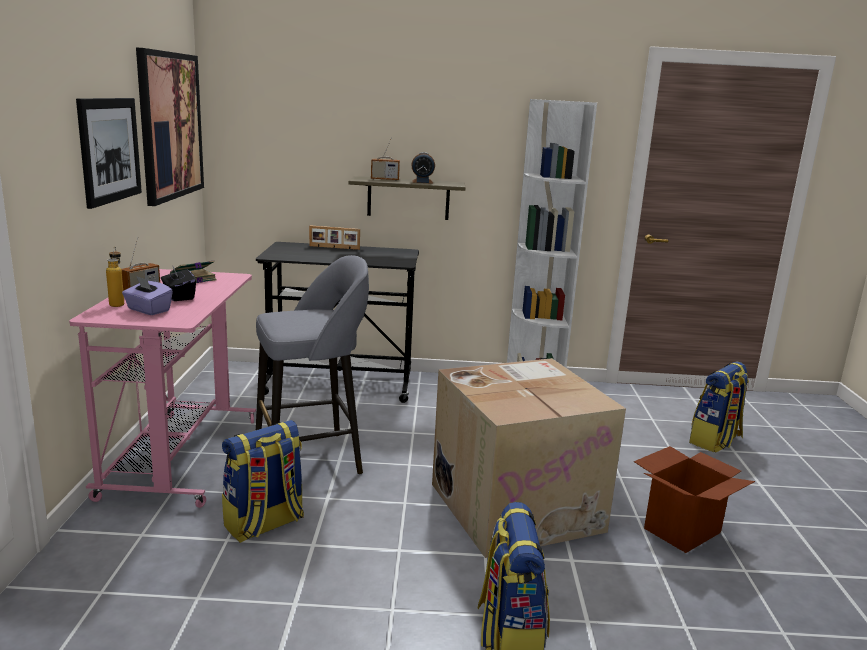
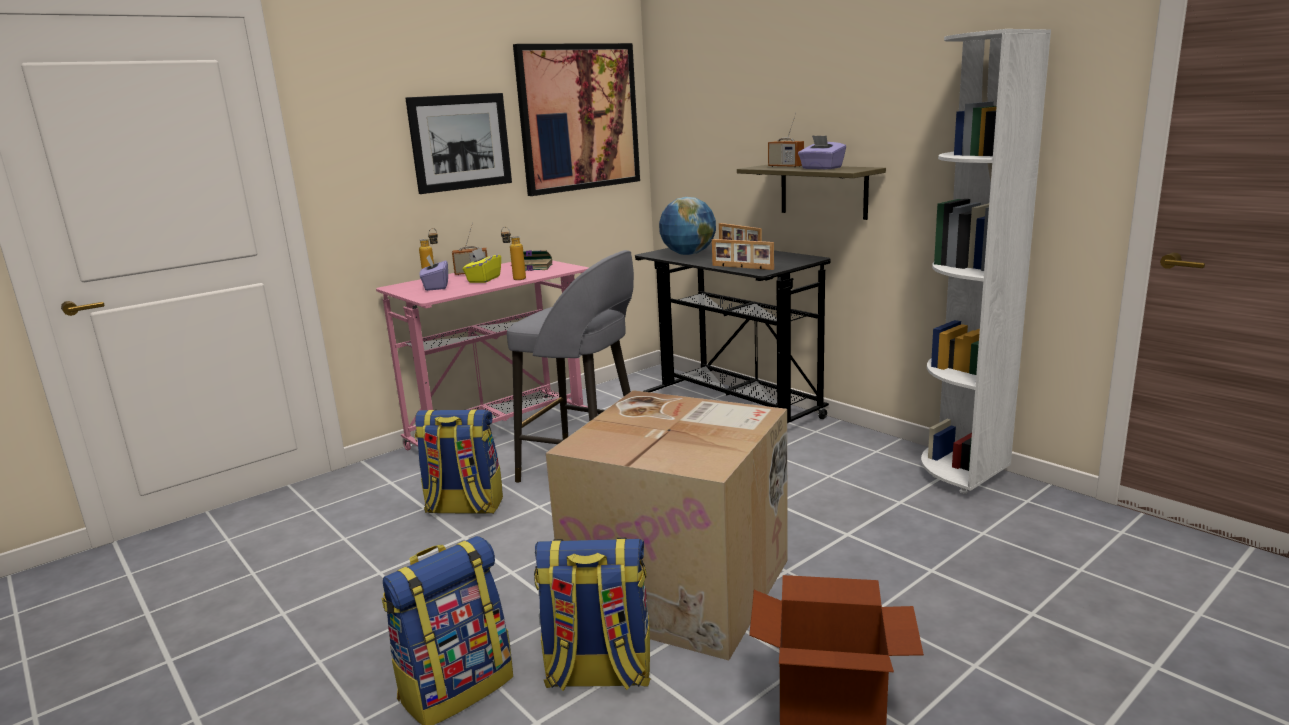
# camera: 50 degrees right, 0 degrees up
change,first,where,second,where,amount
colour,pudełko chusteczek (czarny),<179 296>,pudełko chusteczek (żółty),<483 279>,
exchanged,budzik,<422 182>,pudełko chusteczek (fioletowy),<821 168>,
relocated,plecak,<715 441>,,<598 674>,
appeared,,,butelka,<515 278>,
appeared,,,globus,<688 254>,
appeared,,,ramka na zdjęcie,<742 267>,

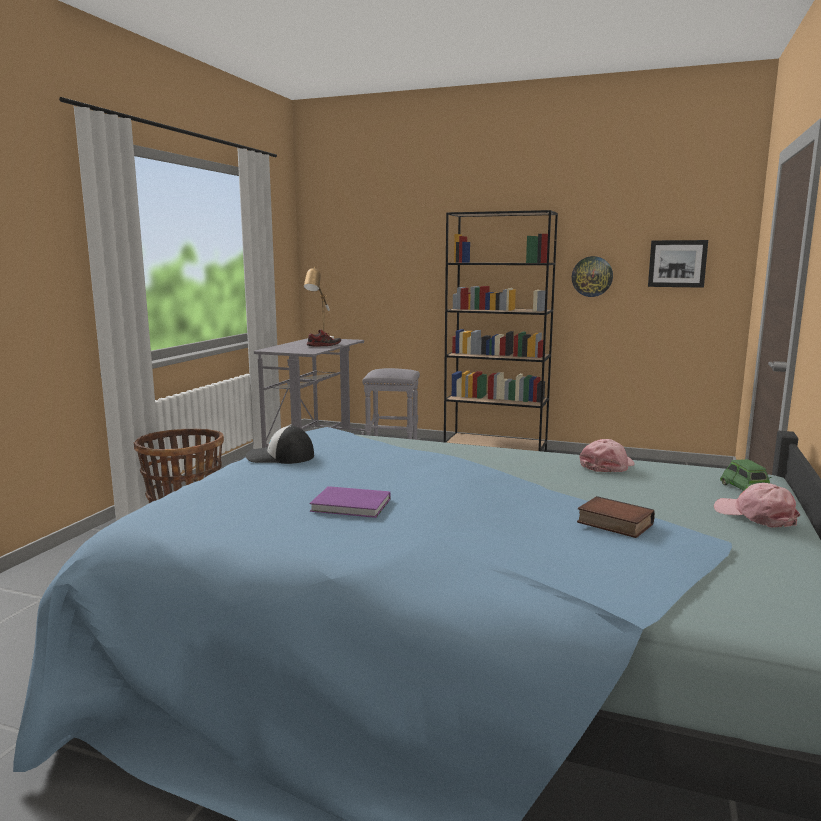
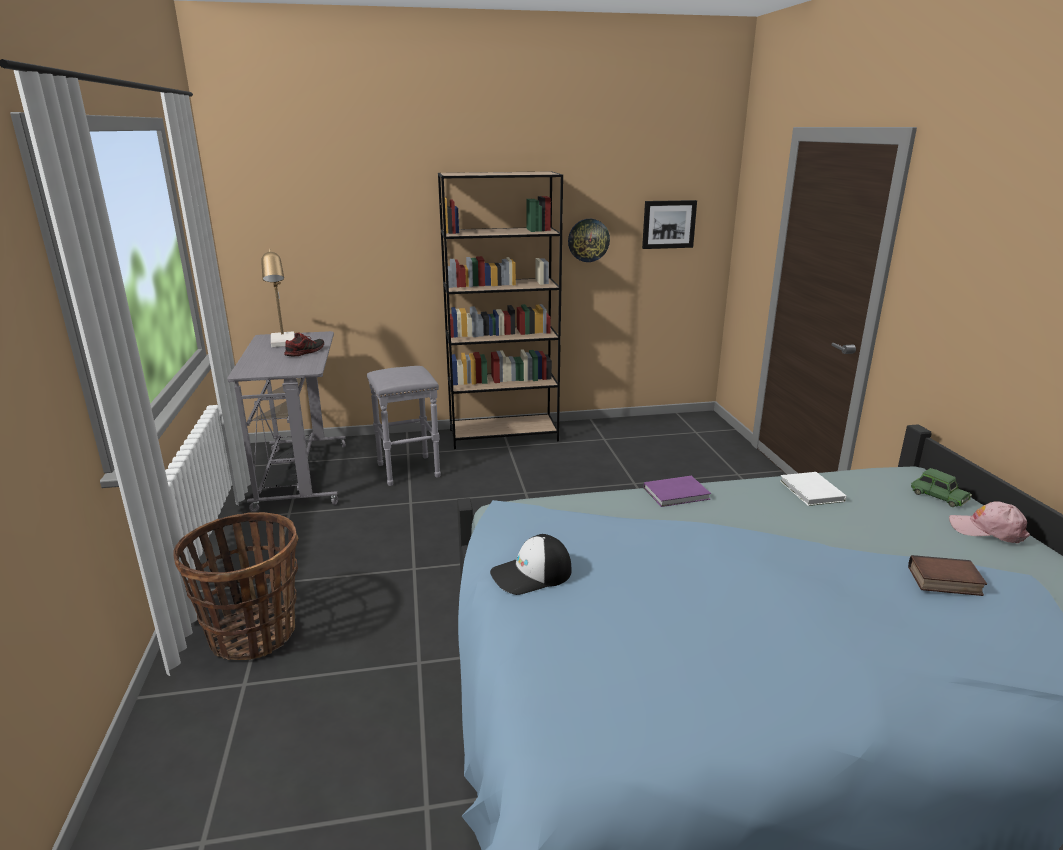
# camera: 30 degrees left, 10 degrees up
change,first,where,second,where,amount
relocated,książka (fioletowy),<352 506>,,<678 494>,
exchanged,czapka z daszkiem (różowy),<607 465>,książka (biały),<811 492>,

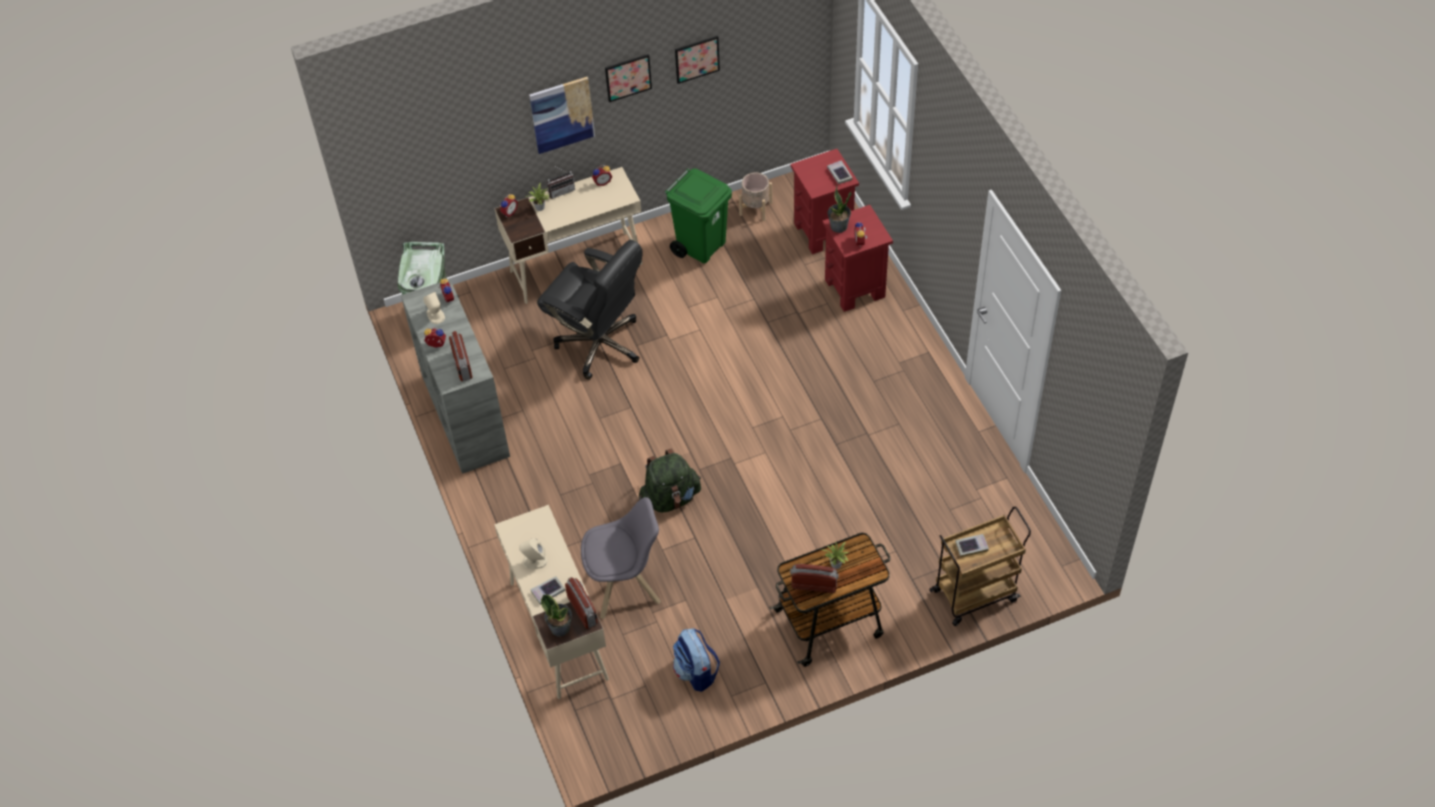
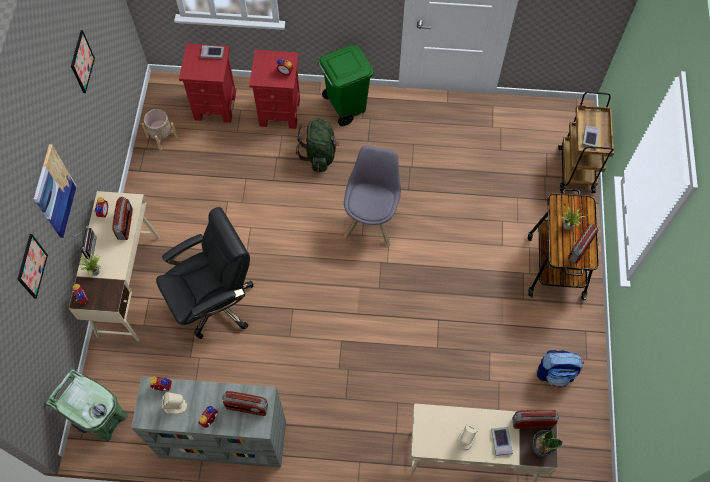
# camera: 65 degrees left, 10 degrees up
change,first,where,second,where,amount
relocated,krzesło (szary),<625 587>,,<371 220>,
relocated,obraz,<628 77>,,<31 266>,
relocated,plecak (zielony),<670 498>,,<320 154>,
relocated,kosz na śmieci (zielony),<701 246>,,<345 106>,
missing,roślina doniczkowa,<838 226>,,,
appeared,,,radio,<126 224>,

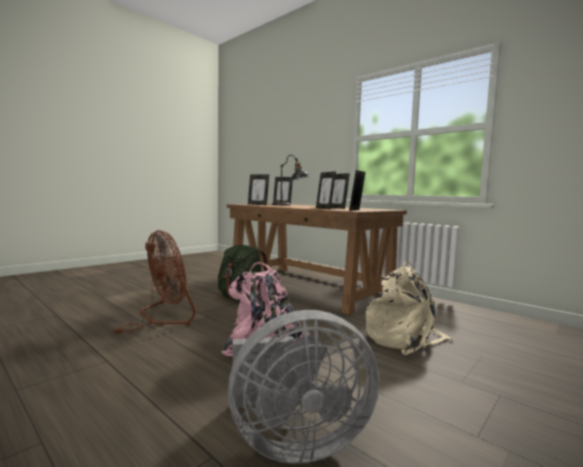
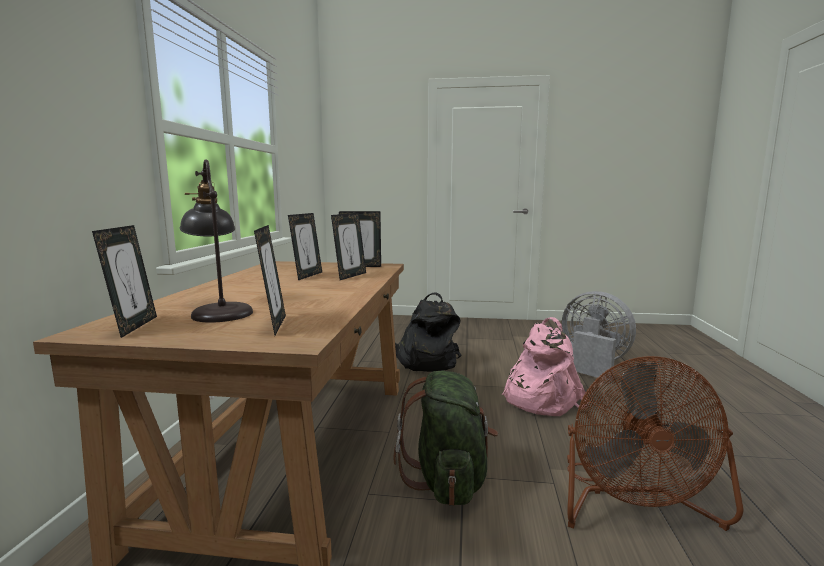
# camera: 125 degrees left, 5 degrees up
change,first,where,second,where,amount
spun,wentylator (brązowy),<159 317>,,<627 505>,105 degrees counterclockwise
colour,plecak (beżowy),<404 339>,plecak (czarny),<426 362>,

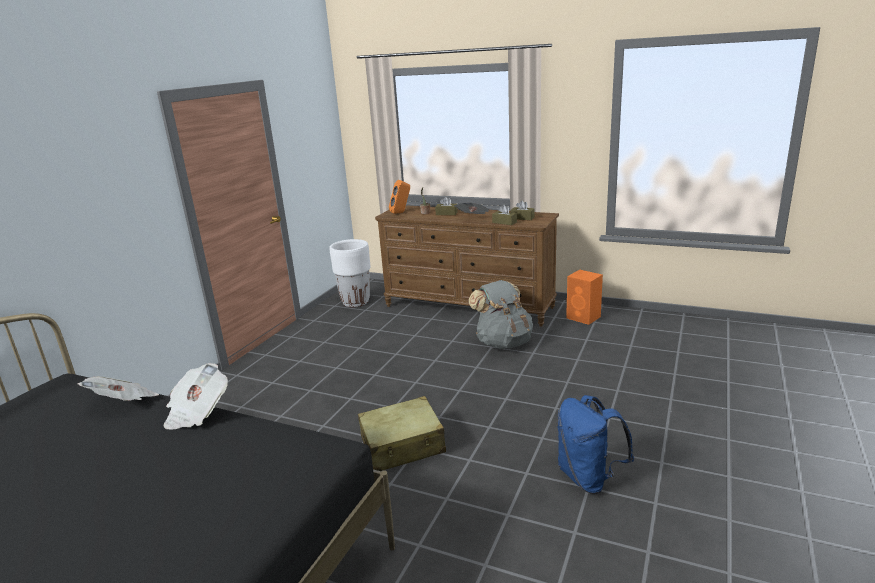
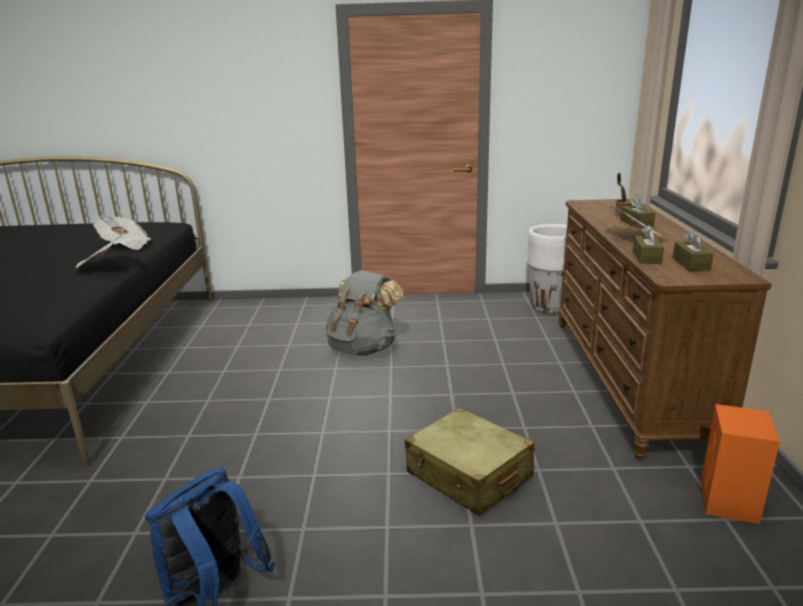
# camera: 65 degrees right, 0 degrees up
change,first,where,second,where,amount
relocated,walizka (beżowy),<403 445>,,<469 475>,
missing,głośnik (pomarańczowy),<401 212>,,,
relocated,plecak (szary),<503 342>,,<363 348>,

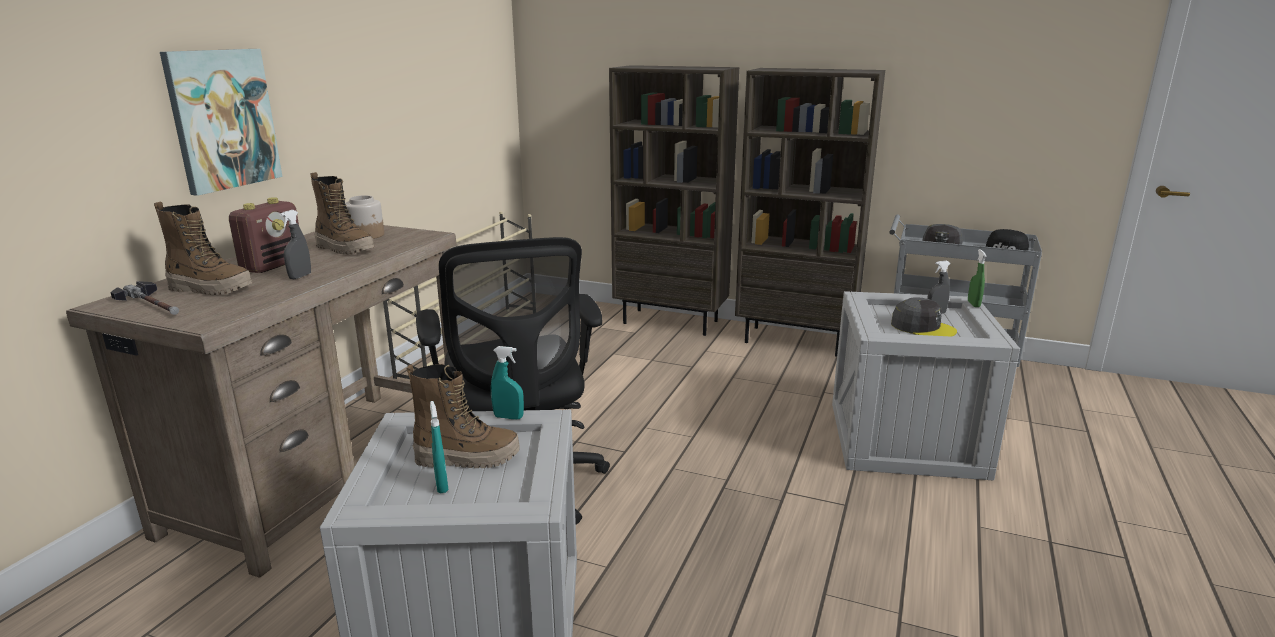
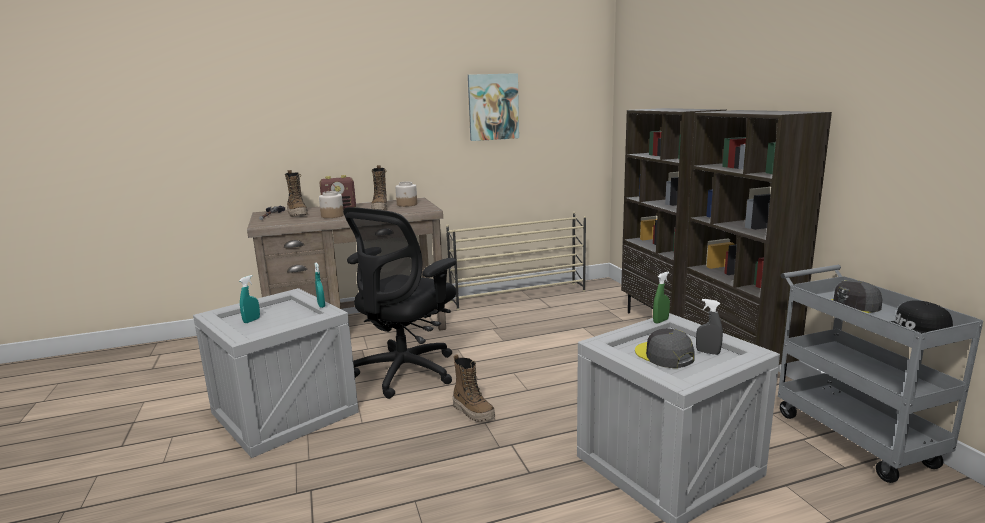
# camera: 50 degrees right, 5 degrees down
change,first,where,second,where,amount
relocated,obraz,<223 119>,,<493 107>,
exchanged,spryskiwacz (szary),<300 276>,słoik,<332 216>,
relocated,but z cholewką,<467 458>,,<473 412>,
spun,czapka z daszkiem (szary),<922 327>,,<664 355>,150 degrees clockwise
relocated,spryskiwacz (zielony),<973 304>,,<660 321>,

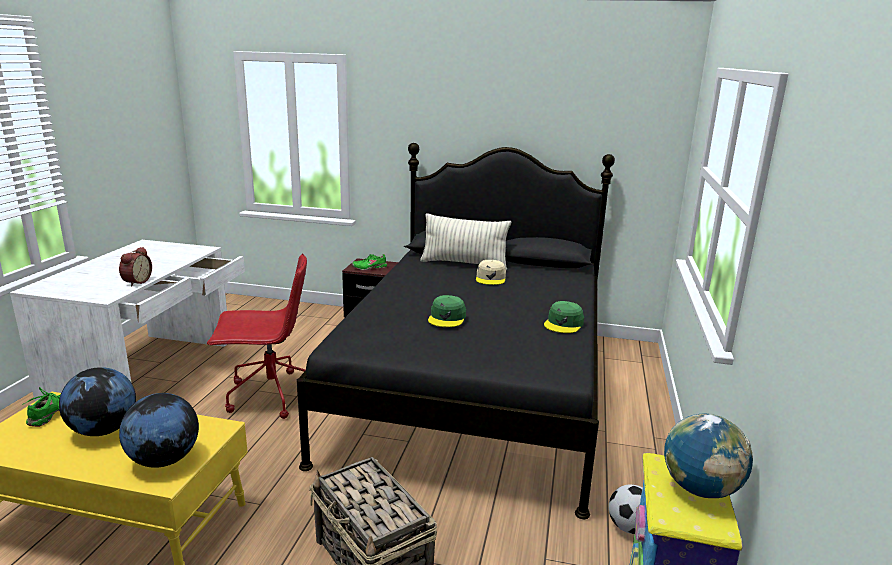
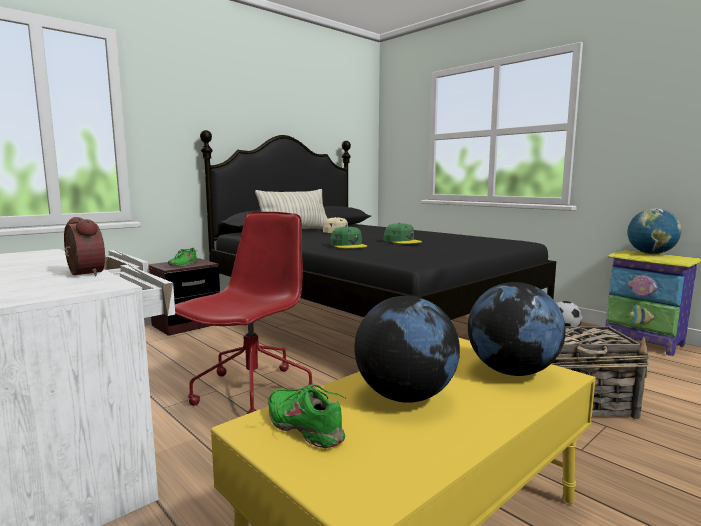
# camera: 55 degrees left, 10 degrees down
change,first,where,second,where,amount
relocated,czapka z daszkiem (zielony),<564 324>,,<348 245>,

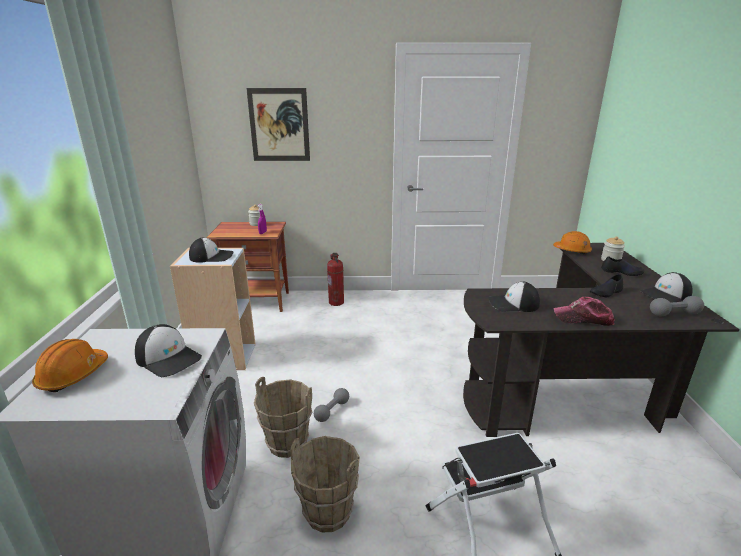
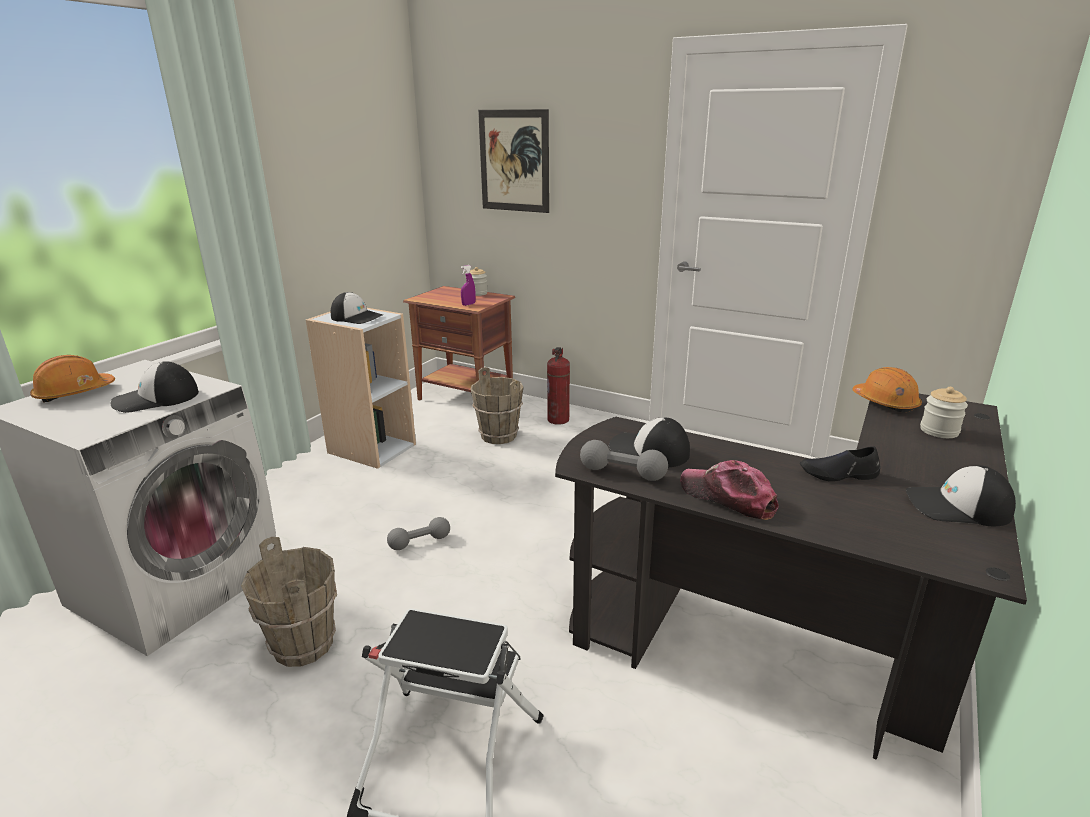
# camera: 30 degrees right, 0 degrees up
change,first,where,second,where,amount
spun,czapka z daszkiem,<169 358>,,<155 399>,90 degrees clockwise
relocated,wiadro (brązowy),<287 443>,,<498 436>,
missing,but (czarny),<621 272>,,,
relocated,hantel (szary),<674 314>,,<622 473>,

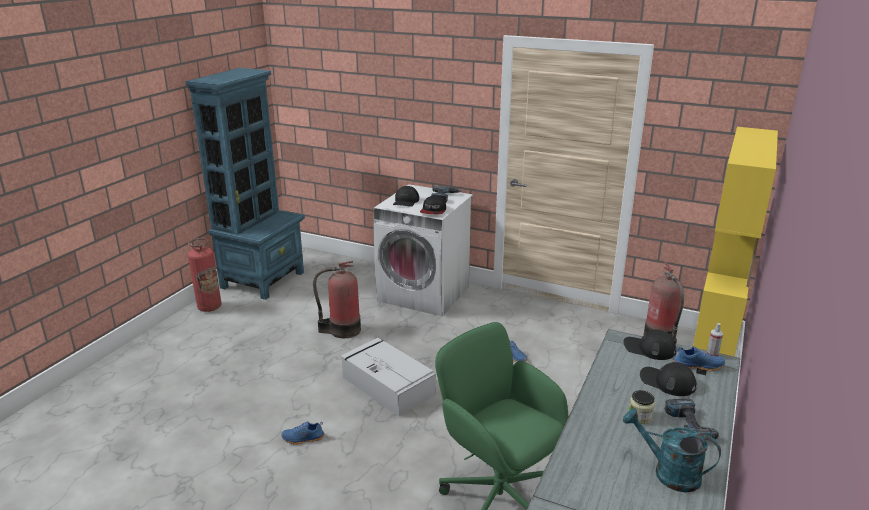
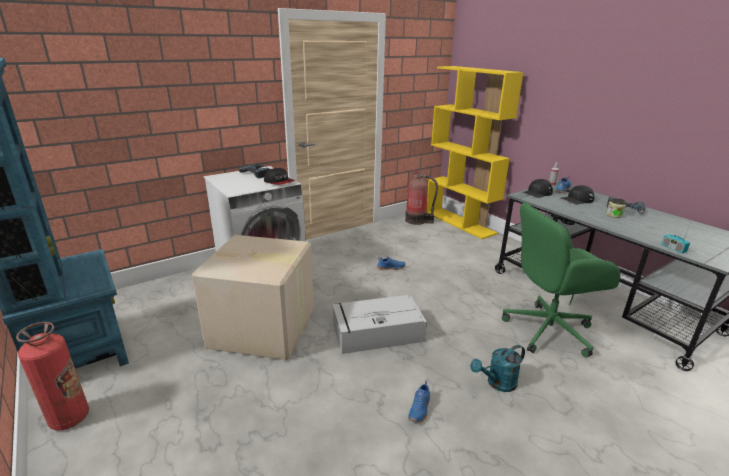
# camera: 60 degrees left, 0 degrees up
change,first,where,second,where,amount
exchanged,gaśnica,<342 330>,karton,<263 330>,
missing,czapka z daszkiem (czarny),<405 201>,,,
relocated,konewka (turkusowy),<668 473>,,<497 383>,
appeared,,,radio,<673 249>,

